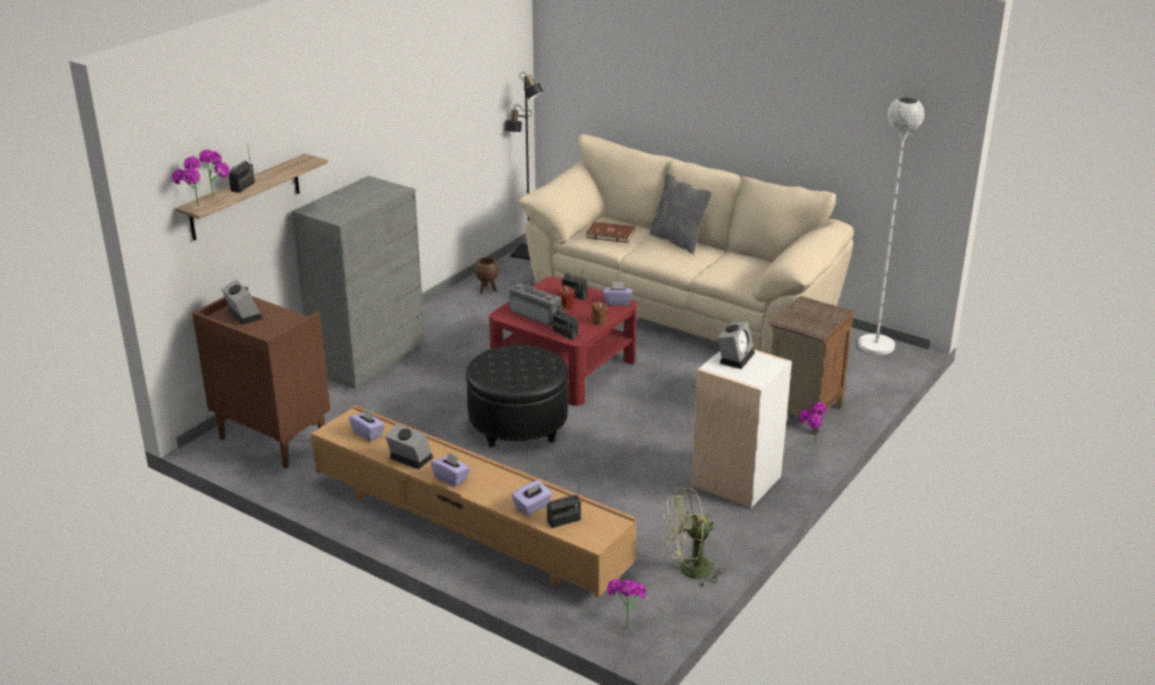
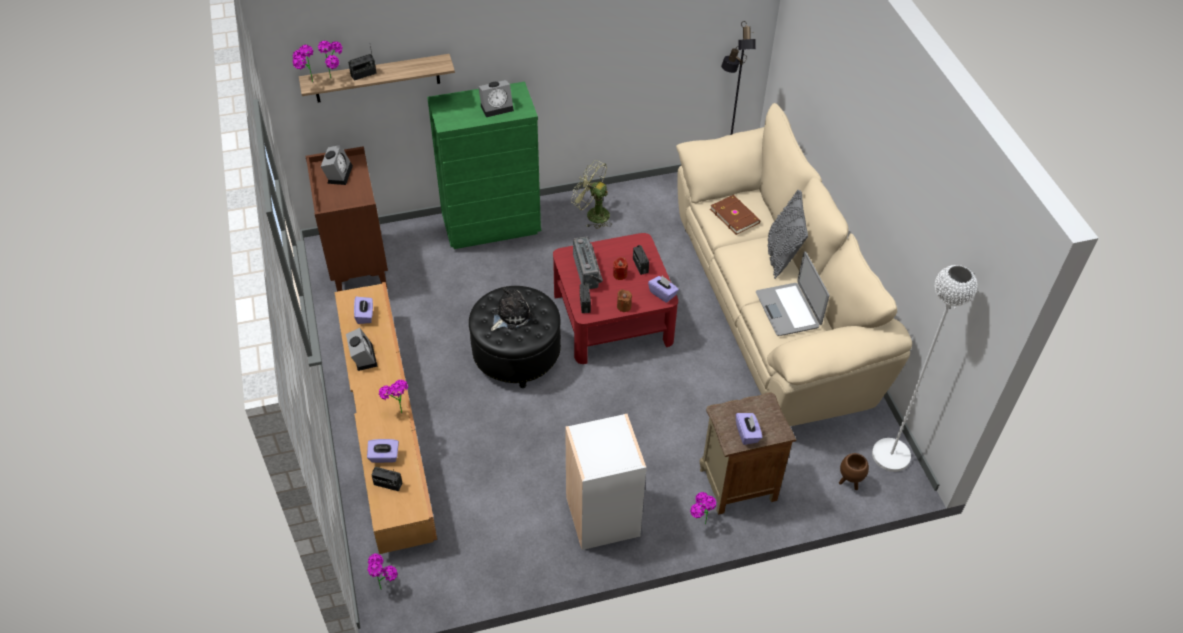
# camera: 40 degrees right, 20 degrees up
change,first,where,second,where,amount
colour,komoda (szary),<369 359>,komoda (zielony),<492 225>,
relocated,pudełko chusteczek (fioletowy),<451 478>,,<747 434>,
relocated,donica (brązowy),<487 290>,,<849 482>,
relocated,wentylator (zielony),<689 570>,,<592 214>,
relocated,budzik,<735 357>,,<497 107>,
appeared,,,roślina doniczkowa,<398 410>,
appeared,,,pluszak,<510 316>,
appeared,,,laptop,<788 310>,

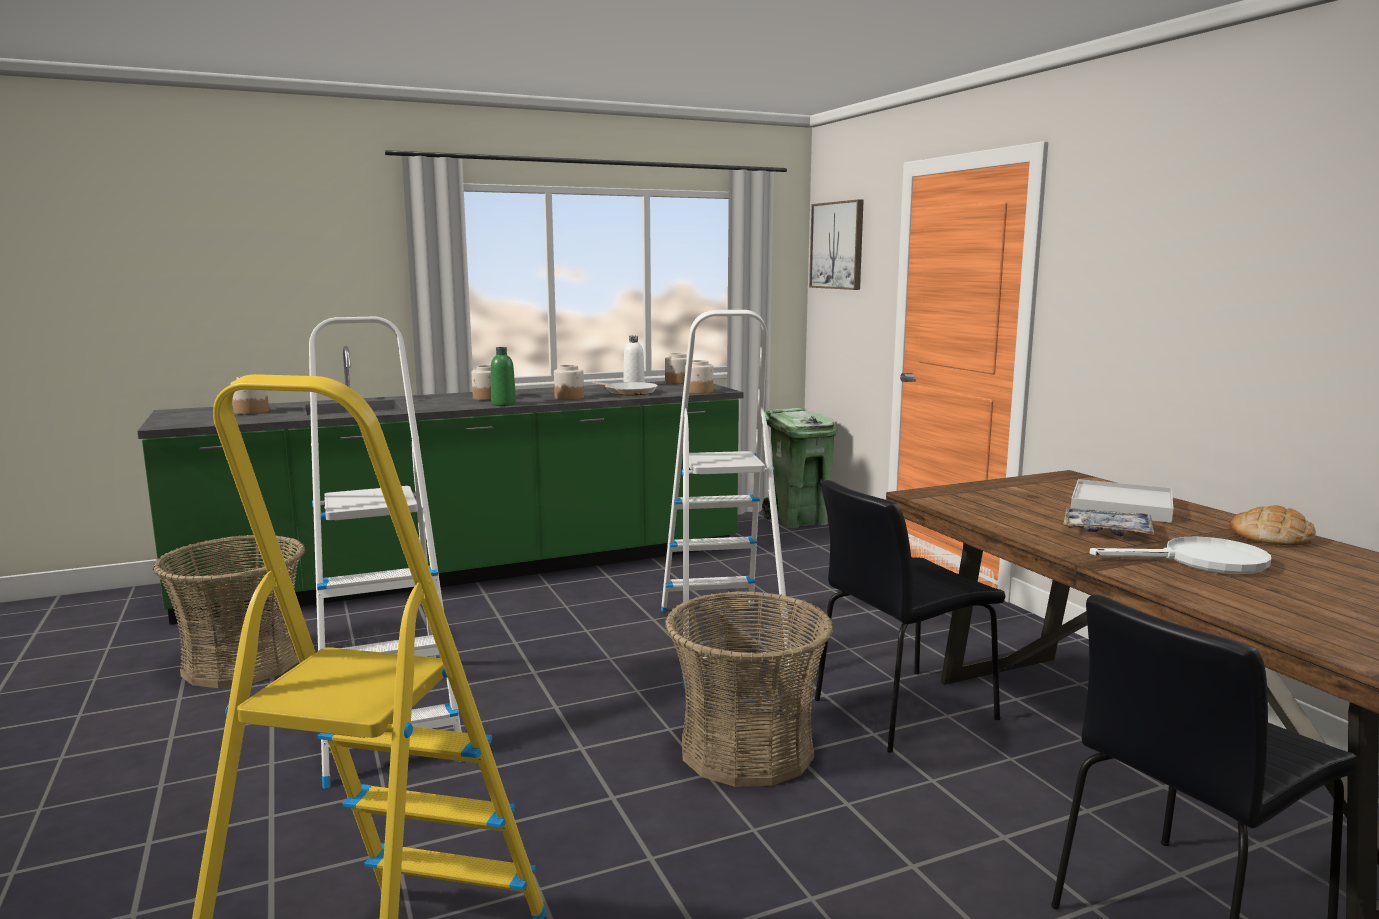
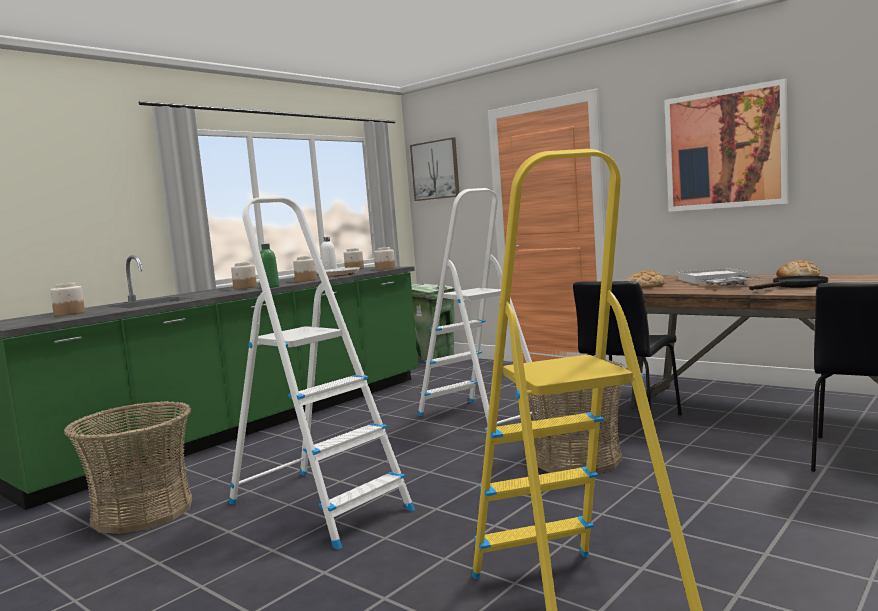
# camera: 25 degrees left, 5 degrees down
change,first,where,second,where,amount
colour,patelnia (biały),<1201 562>,patelnia (czarny),<794 286>,
appeared,,,chleb,<645 286>,
appeared,,,obraz,<725 149>,

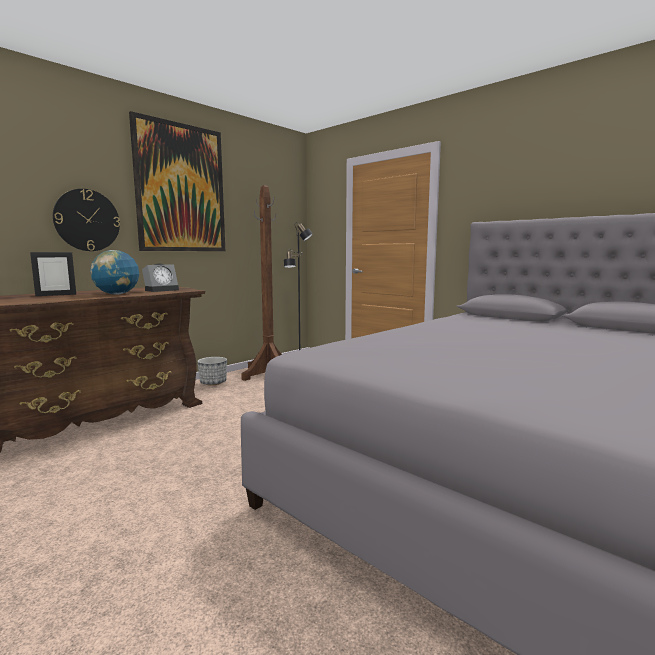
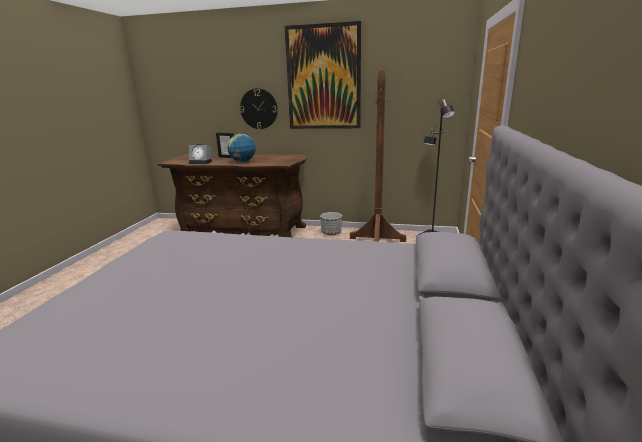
# camera: 60 degrees right, 10 degrees up
change,first,where,second,where,amount
relocated,budzik,<162 290>,,<201 162>,

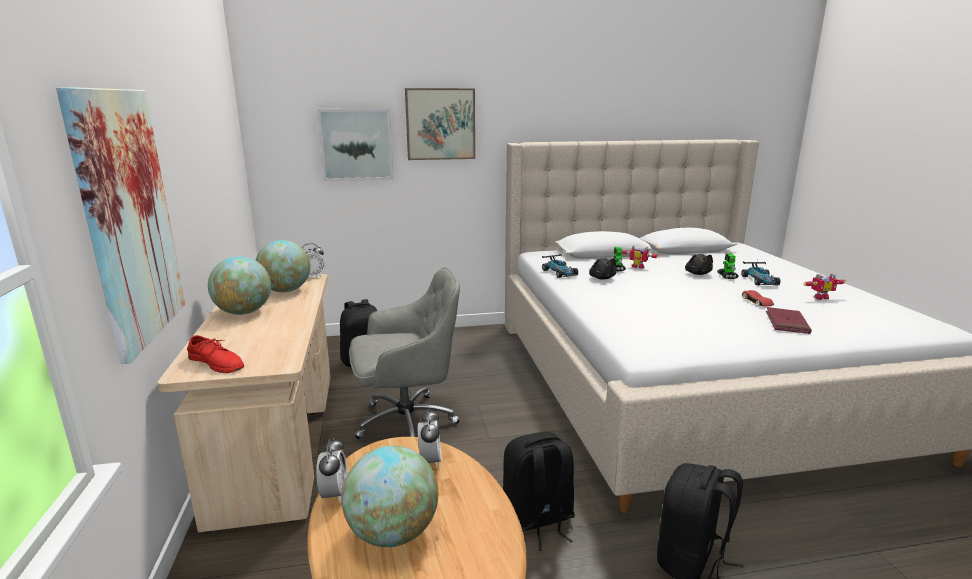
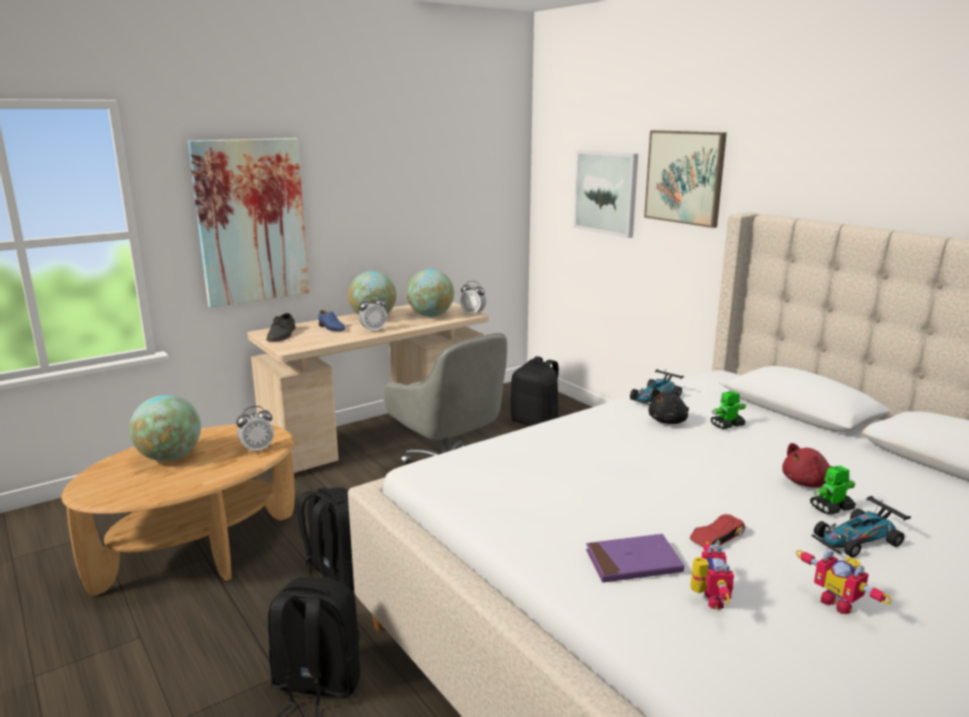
# camera: 65 degrees right, 0 degrees up
change,first,where,second,where,amount
colour,but (czerwony),<217 363>,but (szary),<282 335>,
relocated,budzik,<334 494>,,<373 330>,
relocated,robot zabawkowy,<637 267>,,<707 599>,
colour,pluszak (czarny),<697 273>,pluszak (czerwony),<807 483>,
colour,książka (czerwony),<786 323>,książka (fioletowy),<633 562>,
appeared,,,but (niebieski),<331 328>,

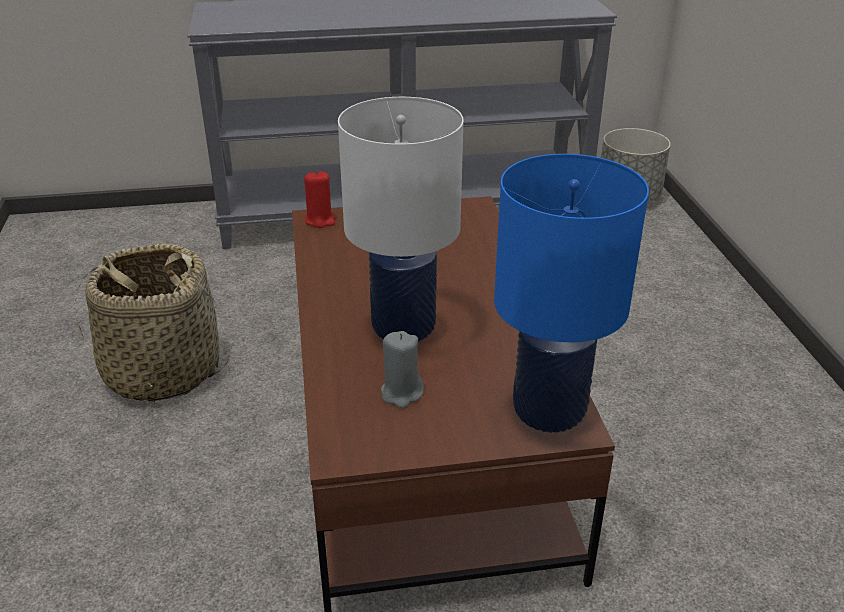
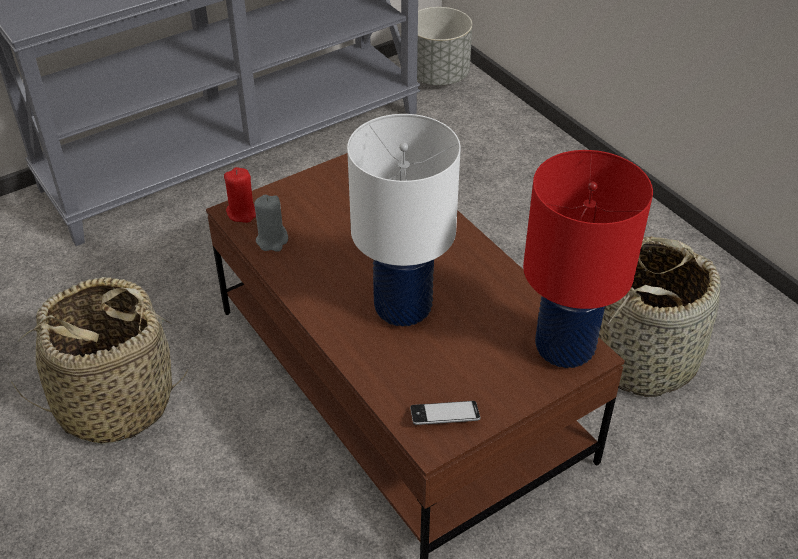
# camera: 25 degrees left, 10 degrees up
change,first,where,second,where,amount
relocated,świeca (szary),<401 393>,,<272 241>,
colour,lampa stołowa (niebieski),<548 416>,lampa stołowa (czerwony),<564 352>,
appeared,,,telefon,<444 417>,
appeared,,,koszyk,<643 357>,

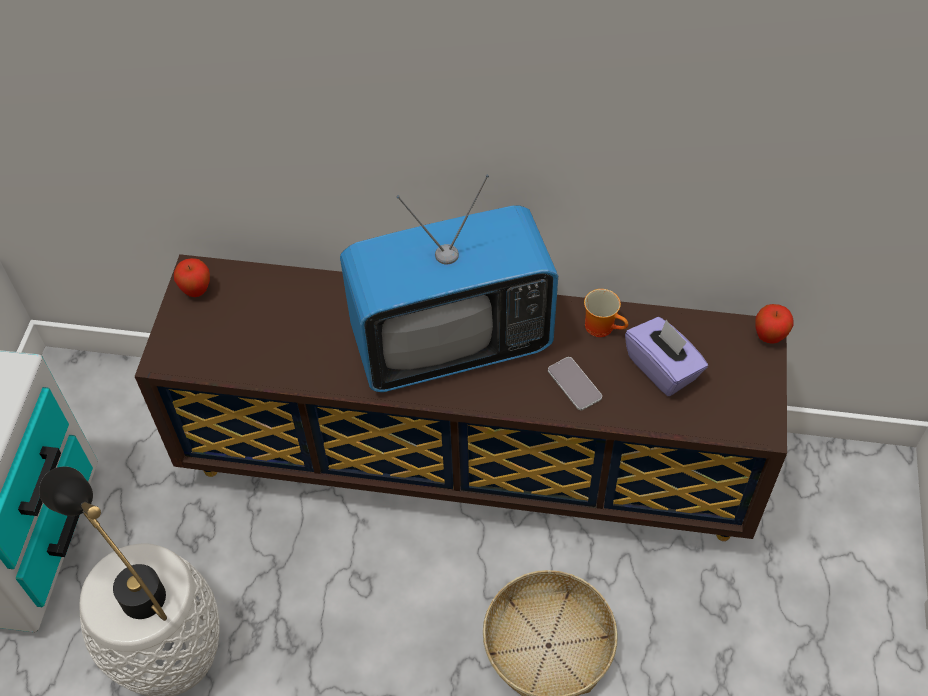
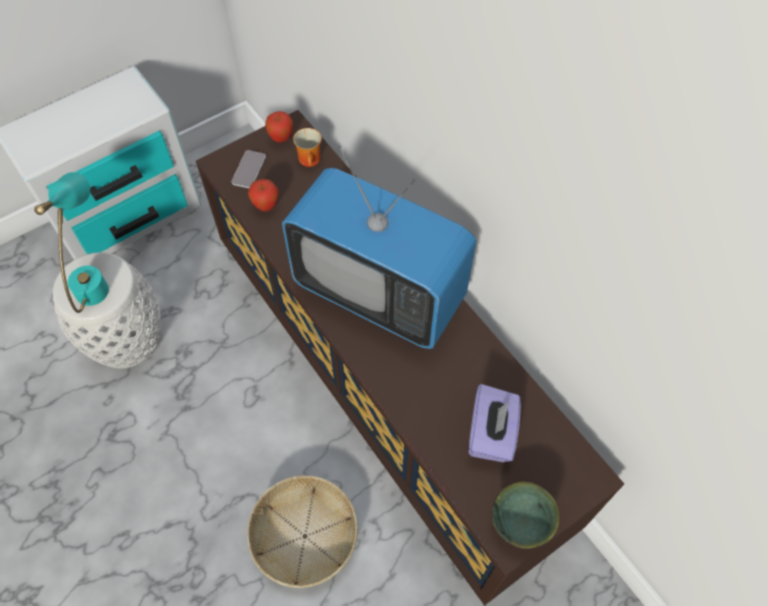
# camera: 45 degrees right, 5 degrees up
change,first,where,second,where,amount
colour,lampa stołowa (czarny),<130 583>,lampa stołowa (turkusowy),<96 277>,
relocated,telefon,<574 384>,,<249 170>,
relocated,kubek,<603 326>,,<311 160>,
relocated,jabłko,<769 337>,,<266 206>,
appeared,,,miska (zielony),<521 524>,

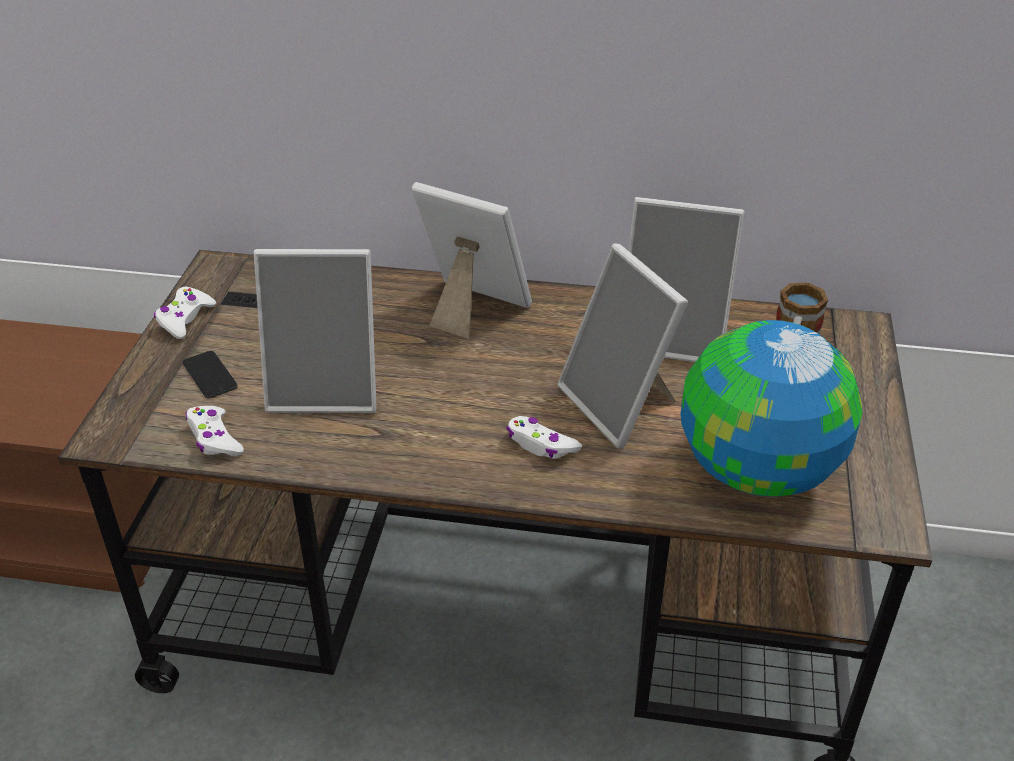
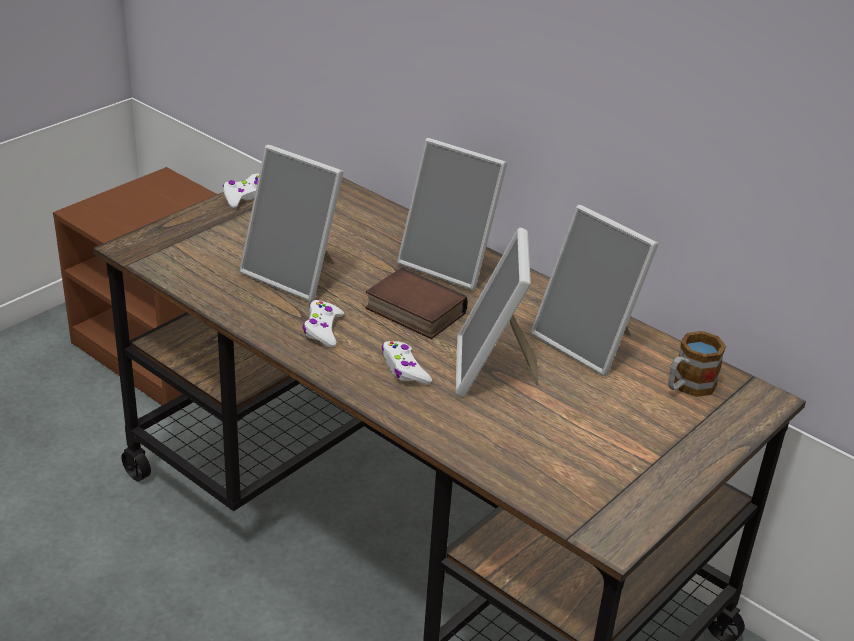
# camera: 30 degrees right, 5 degrees down
change,first,where,second,where,amount
missing,telefon,<210 375>,,,
relocated,pad do gier (biały),<214 438>,,<322 330>,
spun,ramka na zdjęcie,<470 309>,,<450 264>,150 degrees clockwise
missing,globus,<756 471>,,,
appeared,,,książka,<412 311>,

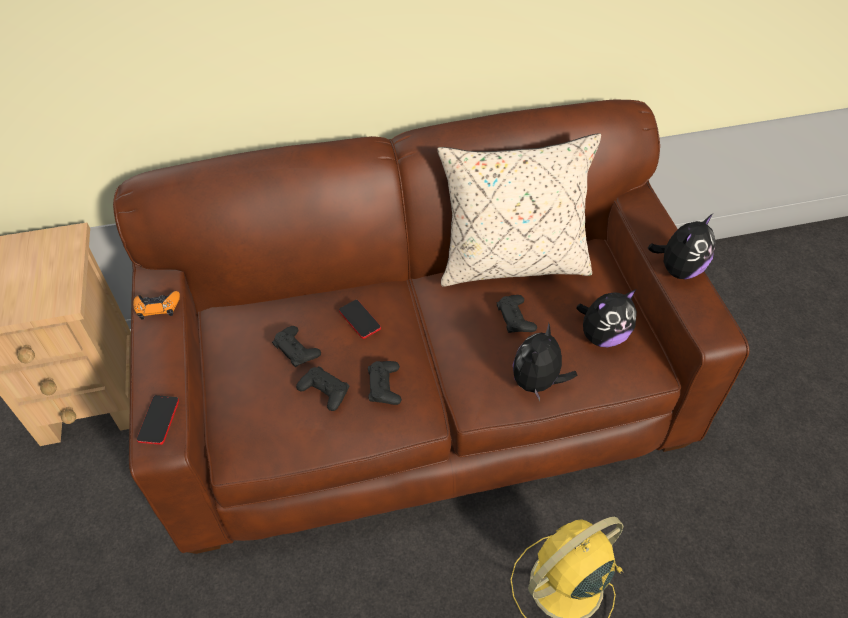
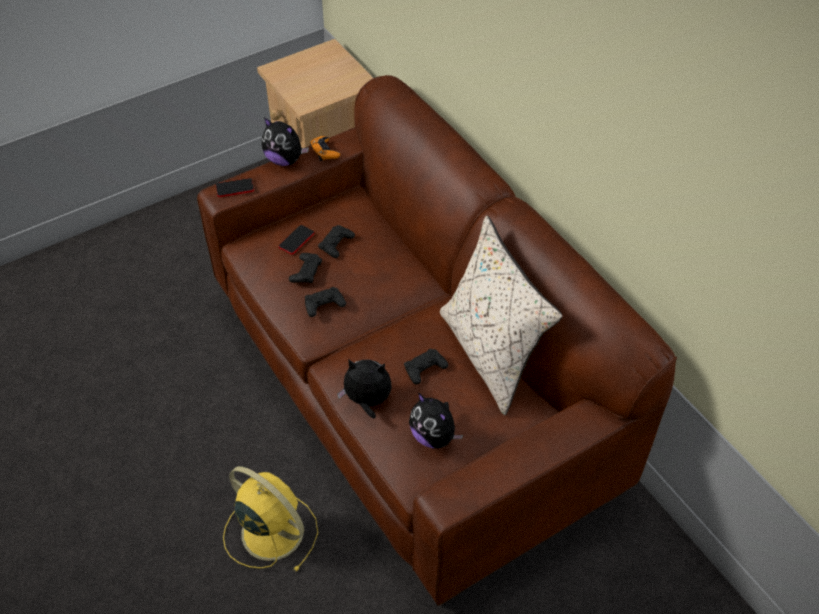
# camera: 70 degrees right, 0 degrees up
change,first,where,second,where,amount
relocated,telefon,<359 319>,,<296 240>,
relocated,pluszak,<678 269>,,<285 160>,

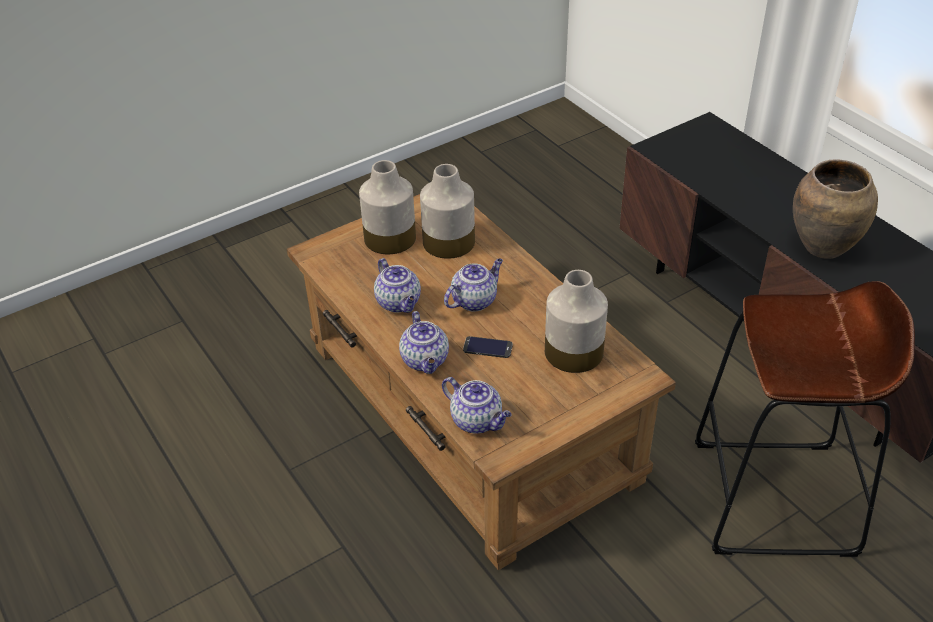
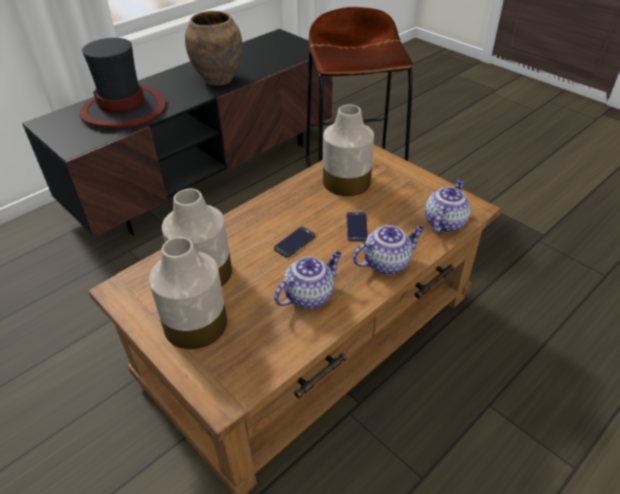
# camera: 100 degrees left, 0 degrees up
change,first,where,second,where,amount
exchanged,imbryk,<474 300>,telefon,<295 242>,
appeared,,,kapelusz,<124 109>,

